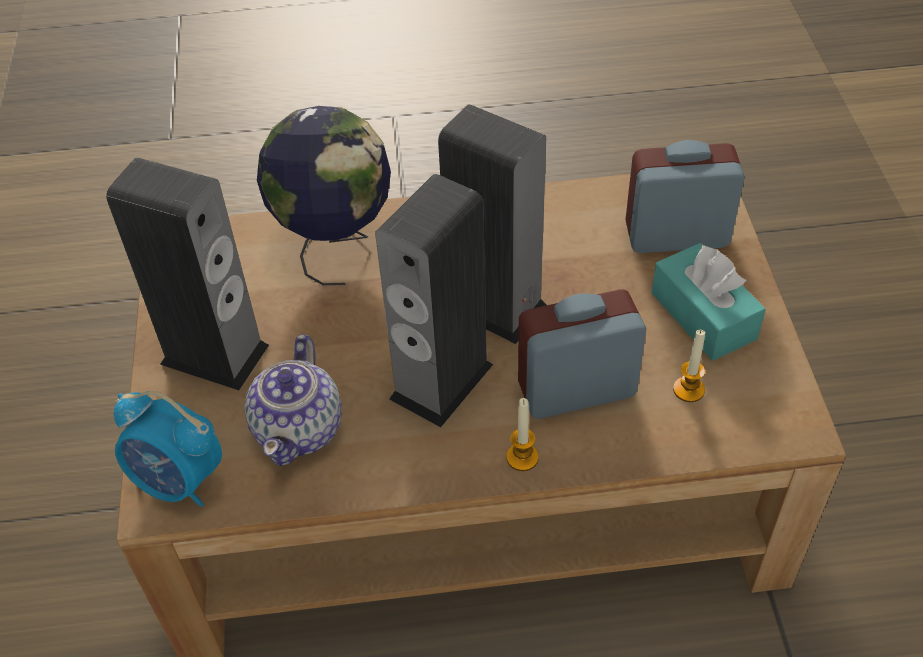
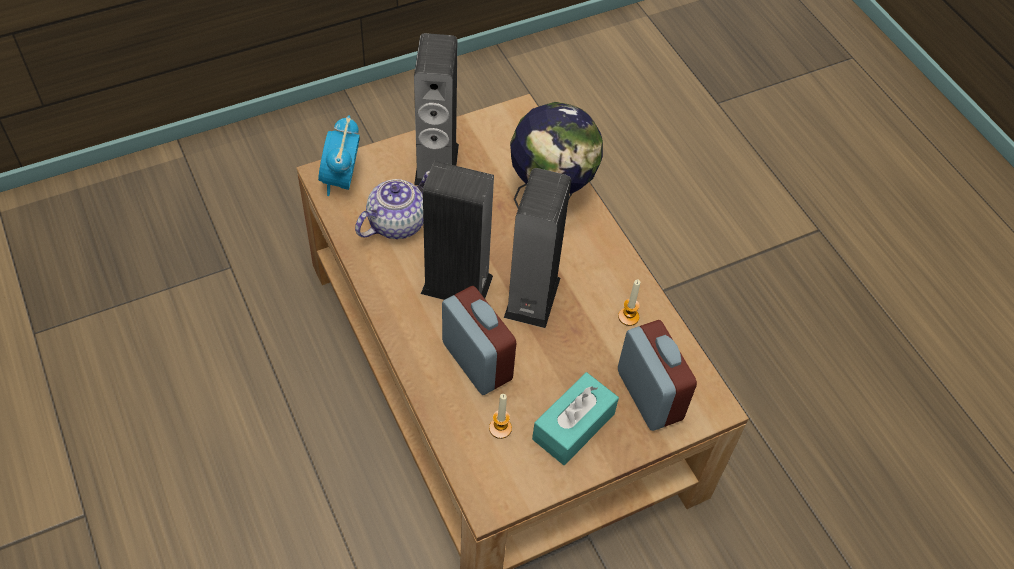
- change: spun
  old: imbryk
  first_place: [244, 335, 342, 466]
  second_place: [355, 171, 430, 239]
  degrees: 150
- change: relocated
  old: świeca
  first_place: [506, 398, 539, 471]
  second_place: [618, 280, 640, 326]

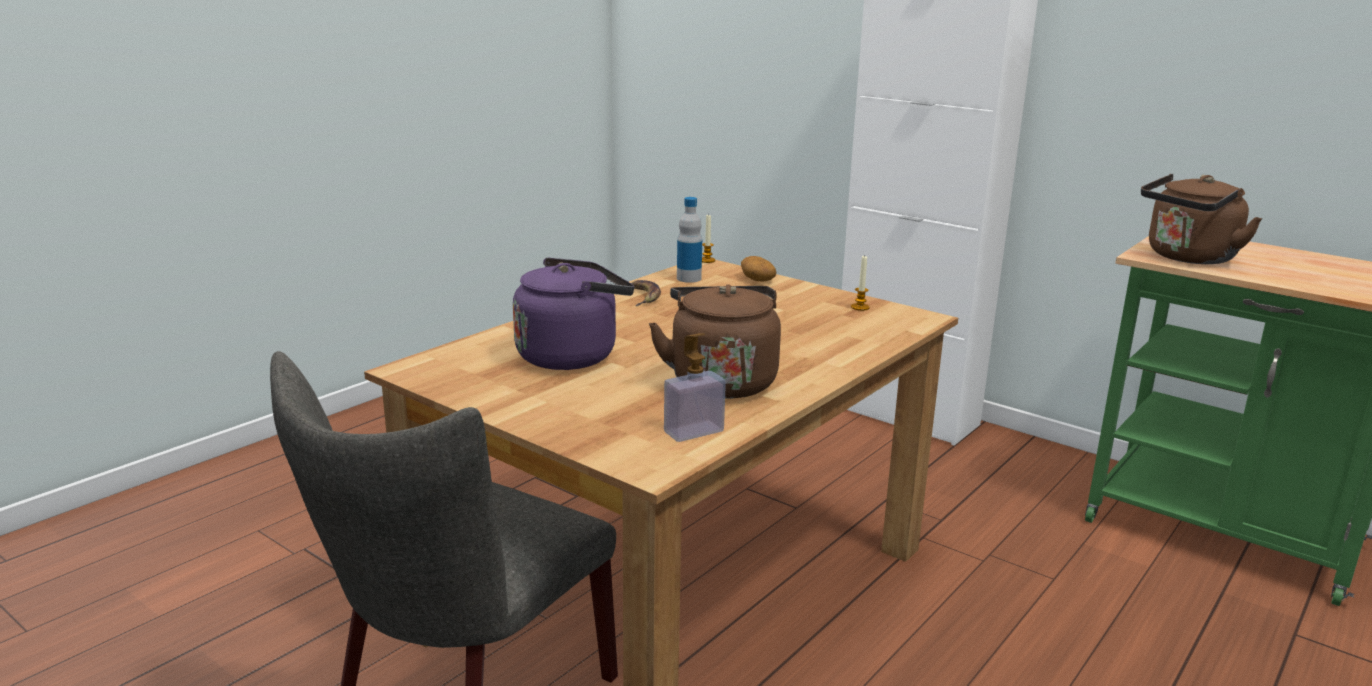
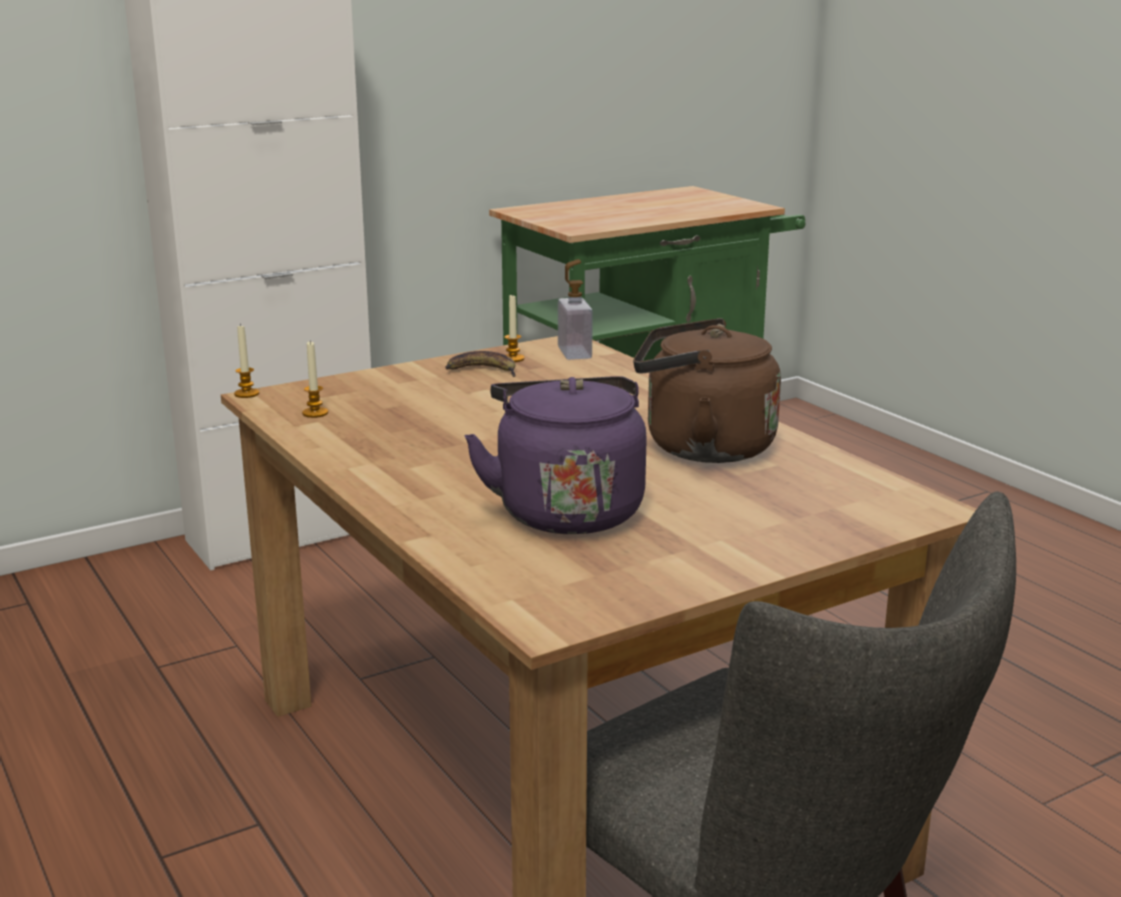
- change: missing
  old: czajnik (brązowy)
  first_place: [1141, 174, 1262, 264]
- change: exchanged
  old: butelka
  new: świeca
  first_place: [677, 197, 702, 283]
  second_place: [302, 340, 328, 418]
- change: missing
  old: ziemniak
  first_place: [741, 256, 776, 282]
- change: relocated
  old: banan
  first_place: [631, 280, 661, 306]
  second_place: [445, 351, 516, 377]
- change: relocated
  old: dozownik mydła
  first_place: [664, 333, 726, 442]
  second_place: [558, 259, 593, 360]

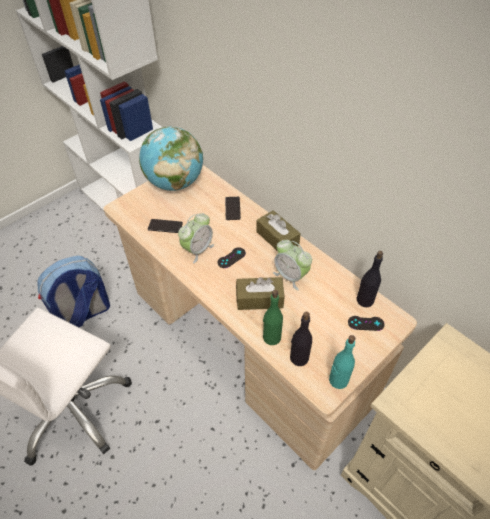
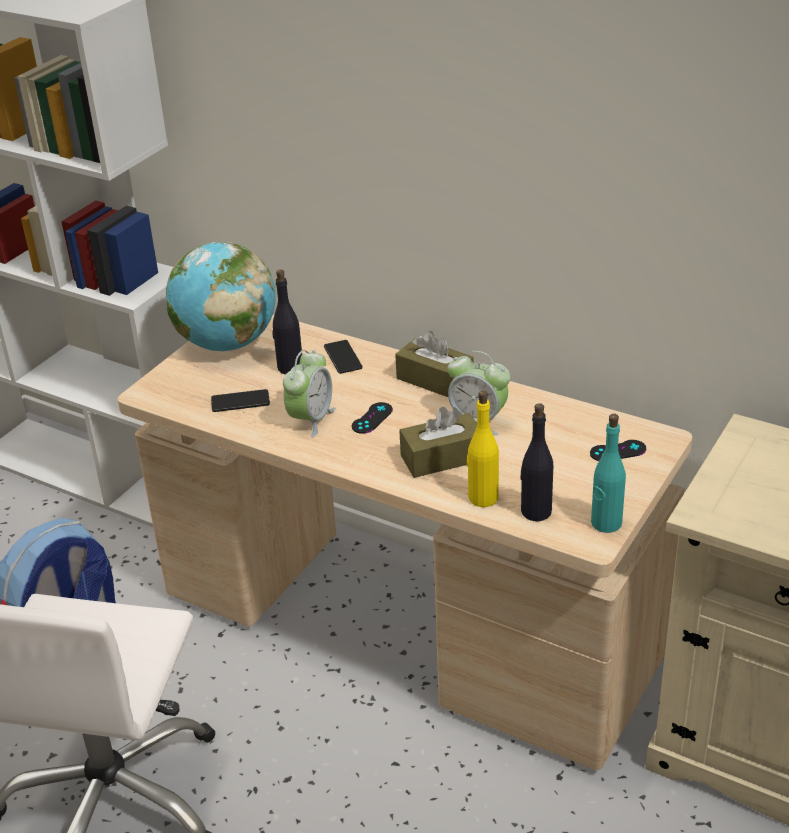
- change: relocated
  old: butelka (czarny)
  first_place: [356, 251, 383, 307]
  second_place: [273, 269, 302, 374]
- change: colour
  old: butelka (zielony)
  new: butelka (żółty)
  first_place: [263, 290, 283, 345]
  second_place: [467, 391, 499, 507]

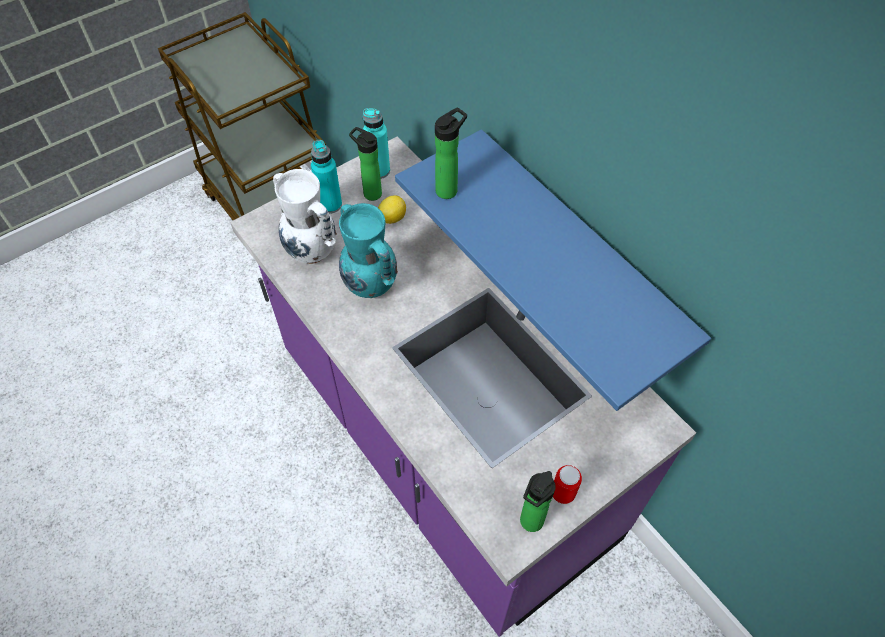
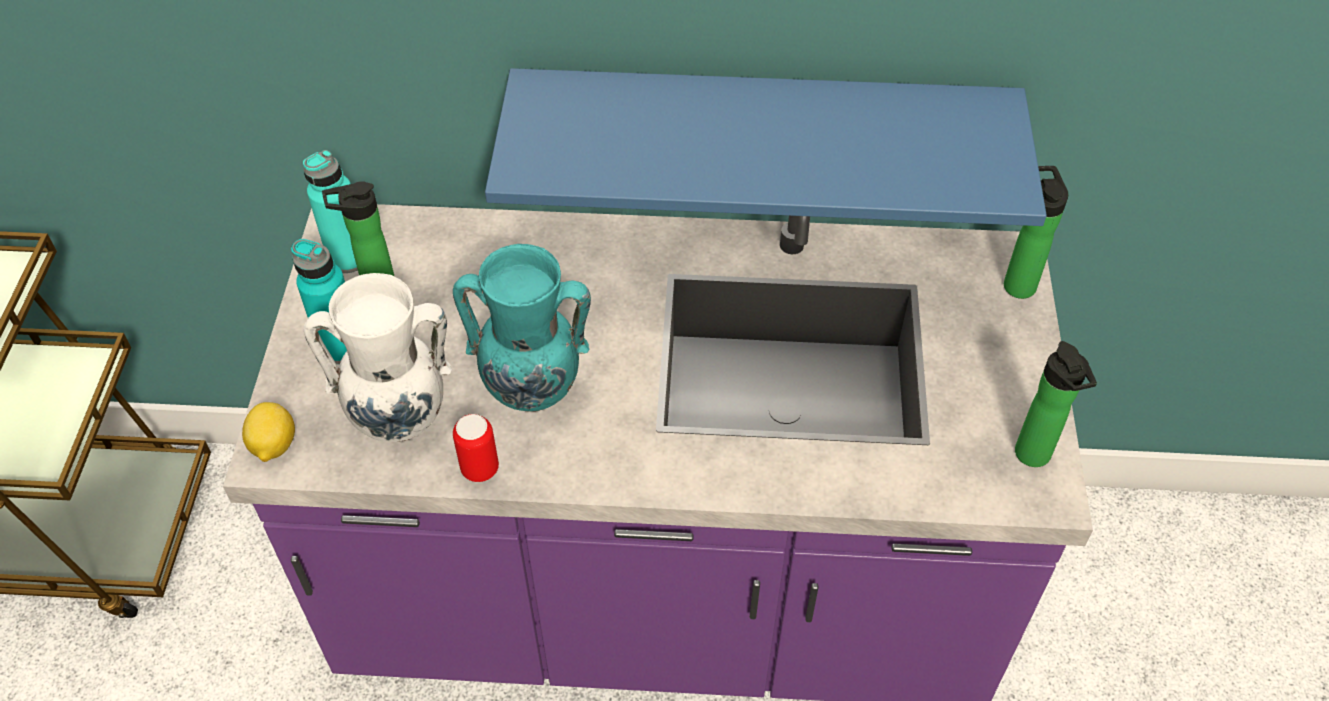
- change: relocated
  old: butelka
  first_place: [435, 107, 467, 199]
  second_place: [1004, 166, 1068, 299]
- change: relocated
  old: cytryna
  first_place: [378, 195, 406, 224]
  second_place: [242, 402, 295, 462]
- change: relocated
  old: puszka
  first_place: [553, 465, 582, 504]
  second_place: [453, 414, 499, 482]

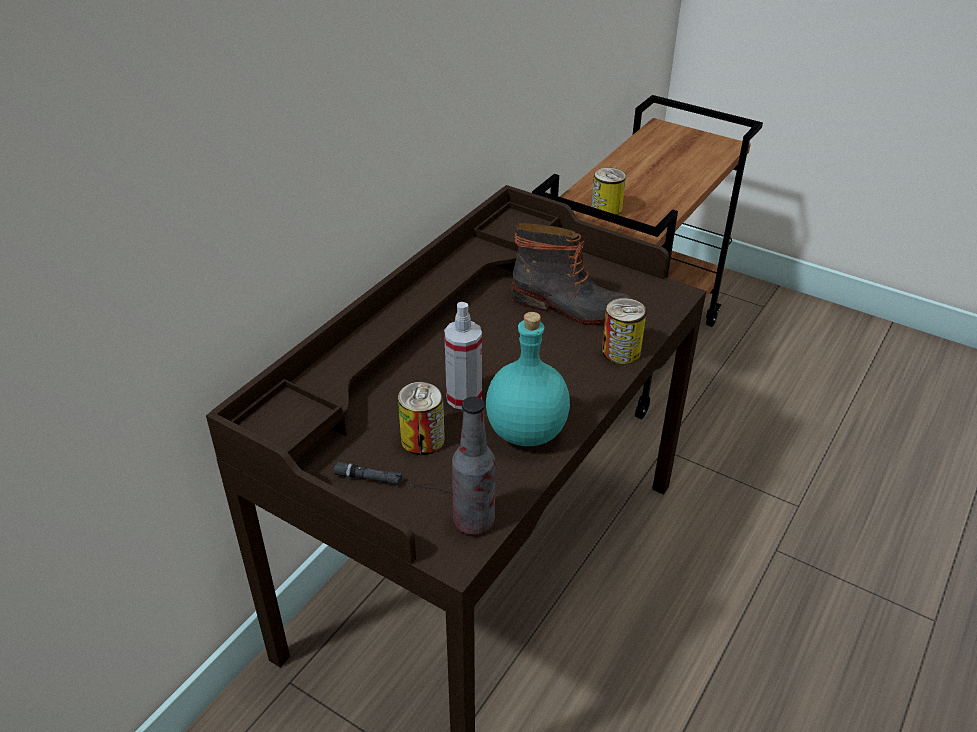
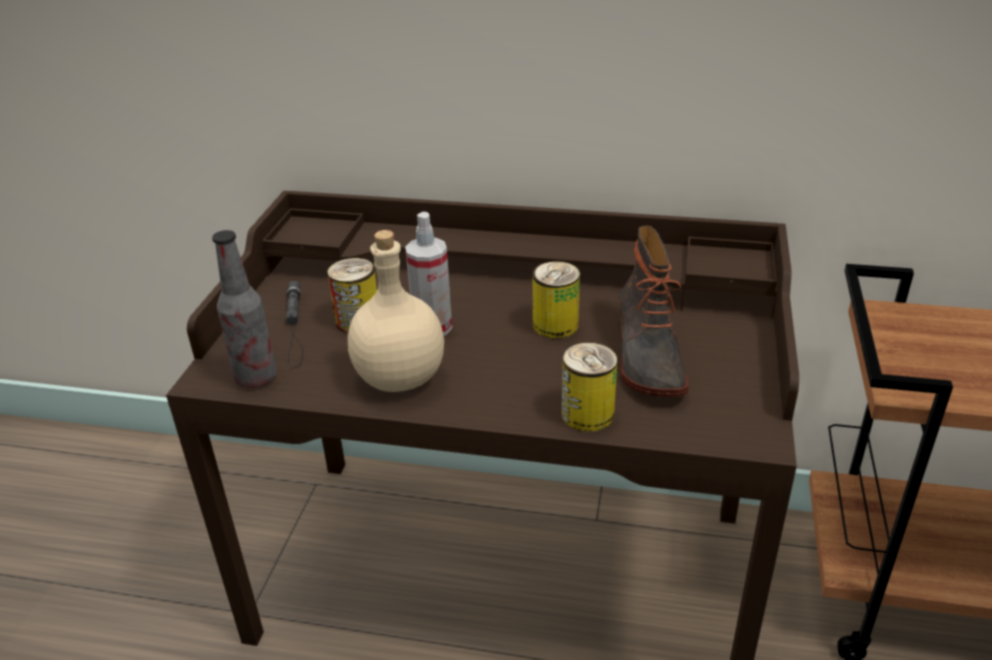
- change: relocated
  old: puszka
  first_place: [591, 167, 626, 219]
  second_place: [533, 261, 580, 339]
- change: colour
  old: butelka (turkusowy)
  new: butelka (beżowy)
  first_place: [486, 312, 570, 446]
  second_place: [348, 230, 444, 392]

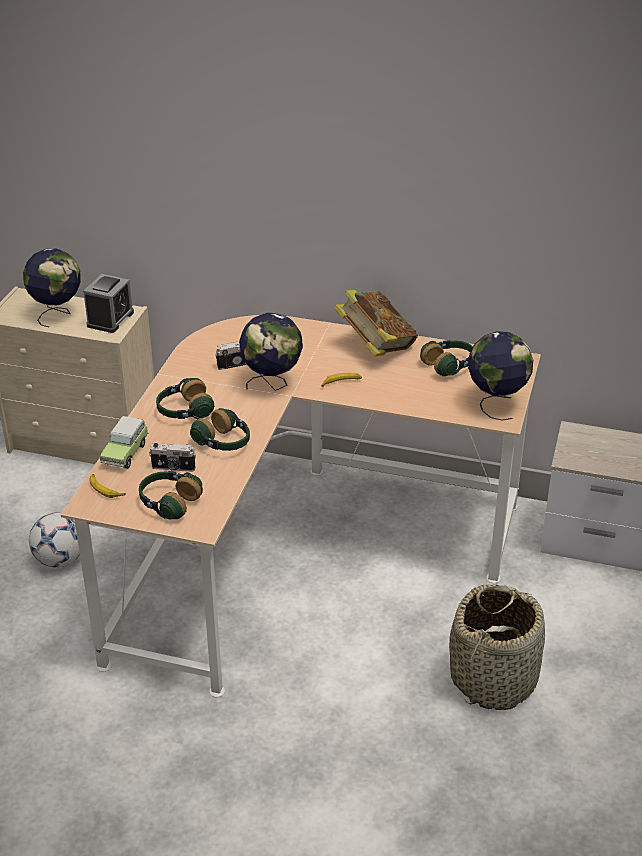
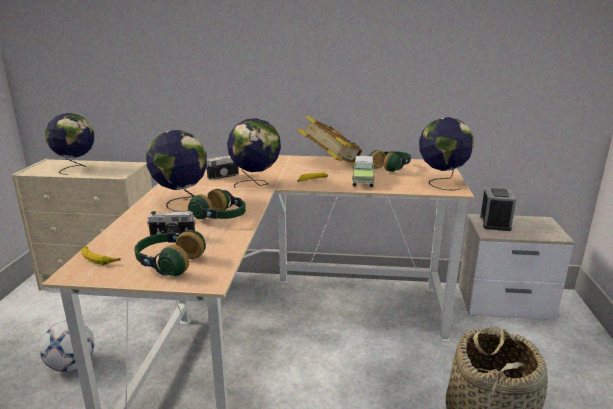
- change: relocated
  old: budzik
  first_place: [83, 274, 134, 333]
  second_place: [480, 188, 516, 231]
- change: exchanged
  old: słuchawki
  new: globus
  first_place: [156, 378, 214, 419]
  second_place: [146, 130, 207, 212]
- change: relocated
  old: samochodzik
  first_place: [99, 416, 149, 469]
  second_place: [352, 156, 376, 187]

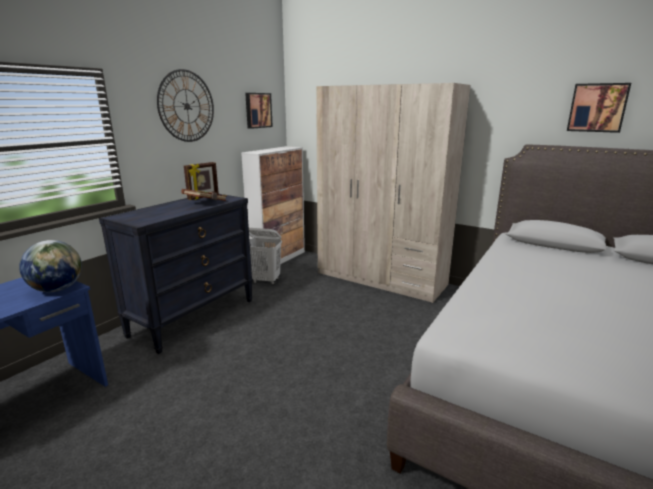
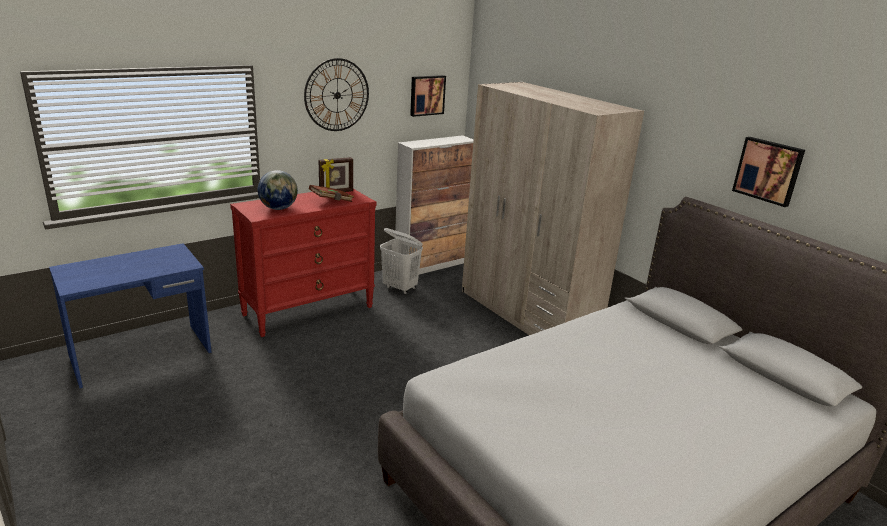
- change: colour
  old: komoda (czarny)
  new: komoda (czerwony)
  first_place: [99, 194, 253, 354]
  second_place: [230, 189, 376, 337]
- change: relocated
  old: globus
  first_place: [19, 240, 82, 292]
  second_place: [258, 170, 298, 210]

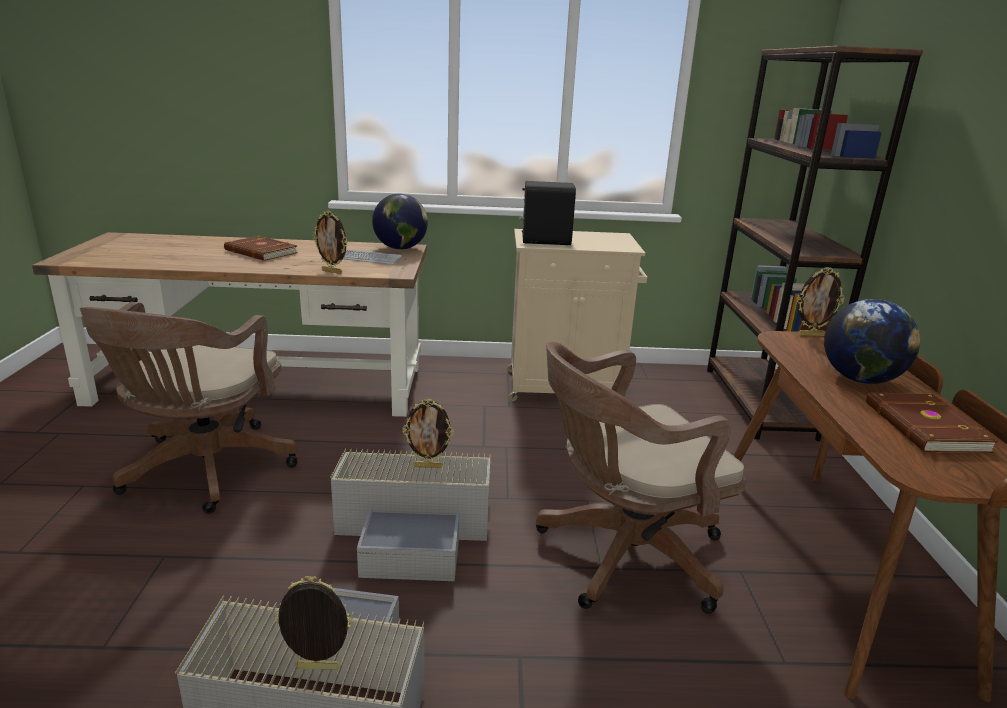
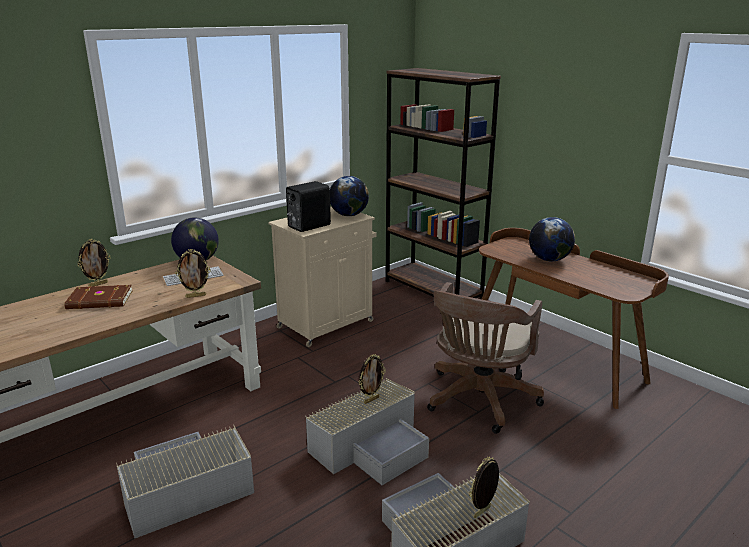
- change: relocated
  old: ramka na zdjęcie
  first_place: [797, 267, 845, 336]
  second_place: [77, 239, 111, 287]
- change: exchanged
  old: krzesło biurowe (brązowy)
  new: pojemnik do przechowywania (szary)
  first_place: [80, 302, 297, 514]
  second_place: [116, 425, 254, 538]
- change: missing
  old: książka (brązowy)
  first_place: [866, 393, 998, 453]
- change: appeared
  new: globus
  second_place: [330, 176, 369, 216]

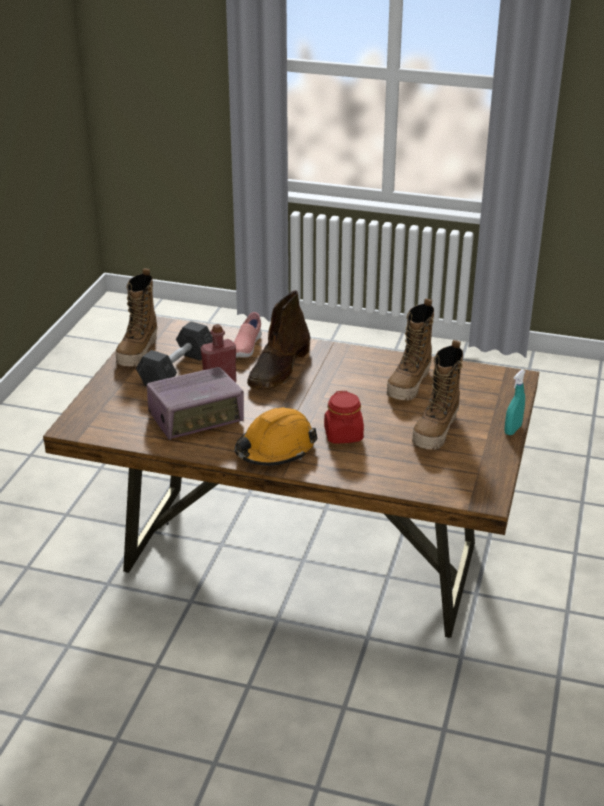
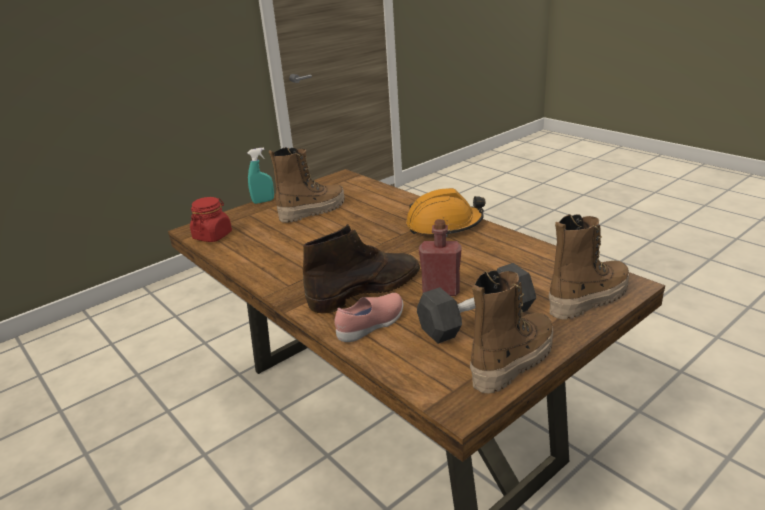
- change: relocated
  old: but z cholewką
  first_place: [387, 298, 434, 400]
  second_place: [549, 214, 629, 320]
- change: missing
  old: radio
  first_place: [147, 367, 244, 440]
- change: relocated
  old: słoik (czerwony)
  first_place: [324, 391, 364, 443]
  second_place: [190, 197, 232, 242]

